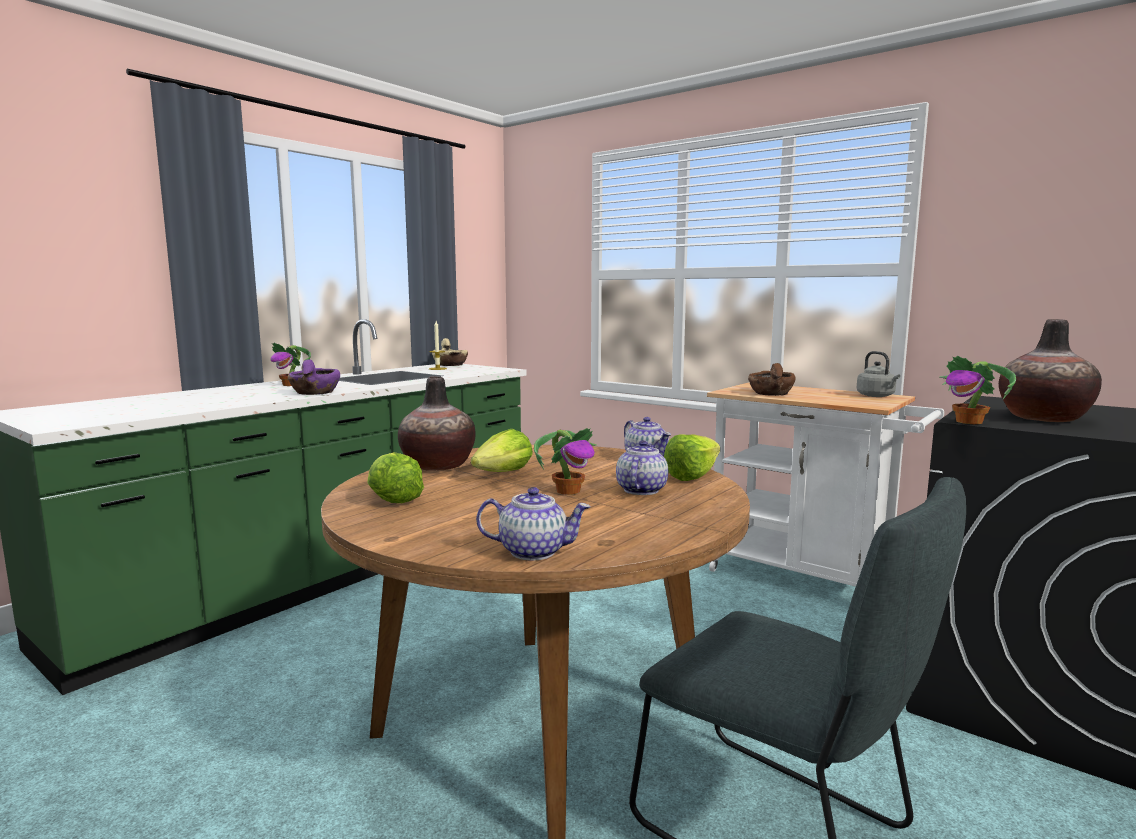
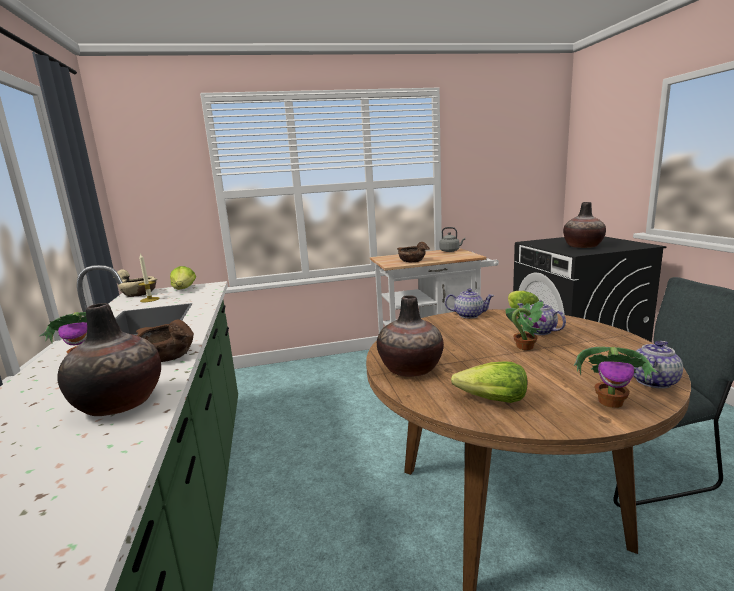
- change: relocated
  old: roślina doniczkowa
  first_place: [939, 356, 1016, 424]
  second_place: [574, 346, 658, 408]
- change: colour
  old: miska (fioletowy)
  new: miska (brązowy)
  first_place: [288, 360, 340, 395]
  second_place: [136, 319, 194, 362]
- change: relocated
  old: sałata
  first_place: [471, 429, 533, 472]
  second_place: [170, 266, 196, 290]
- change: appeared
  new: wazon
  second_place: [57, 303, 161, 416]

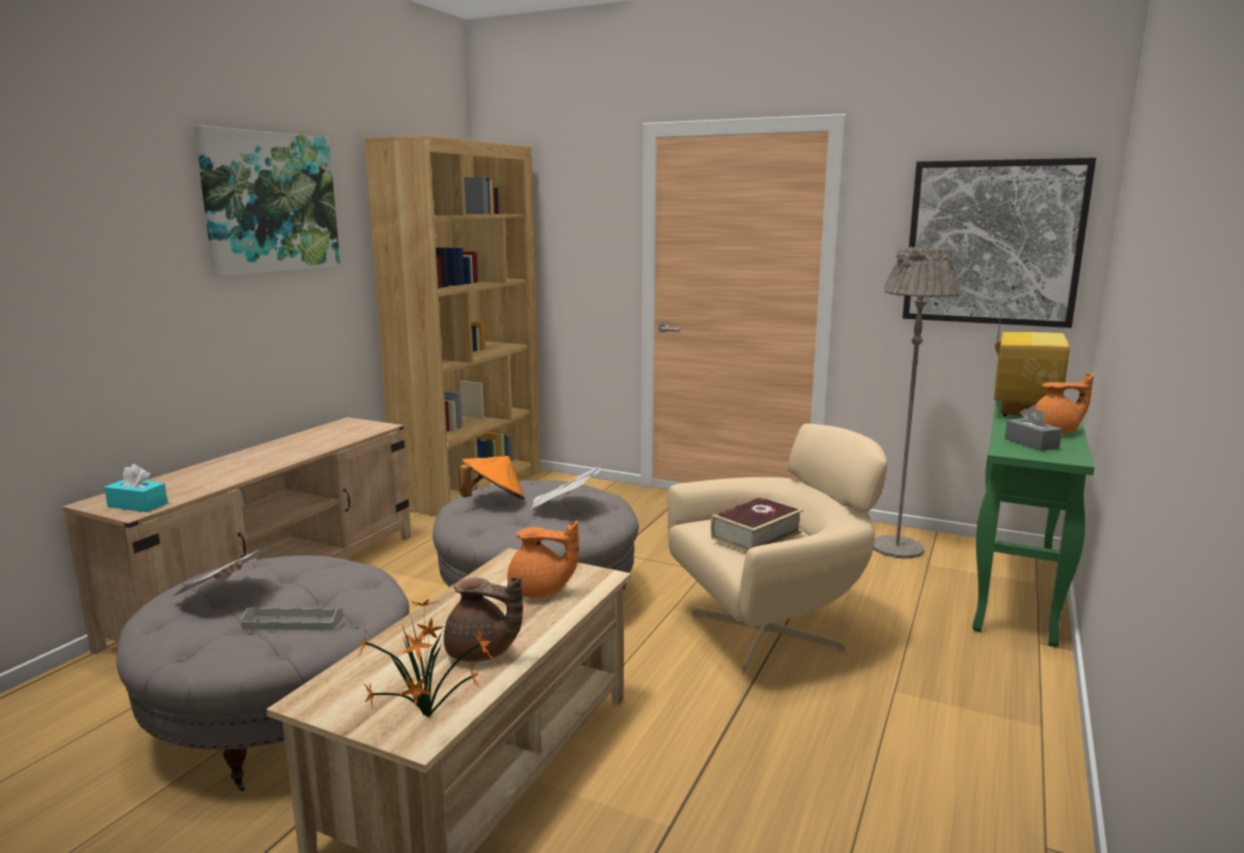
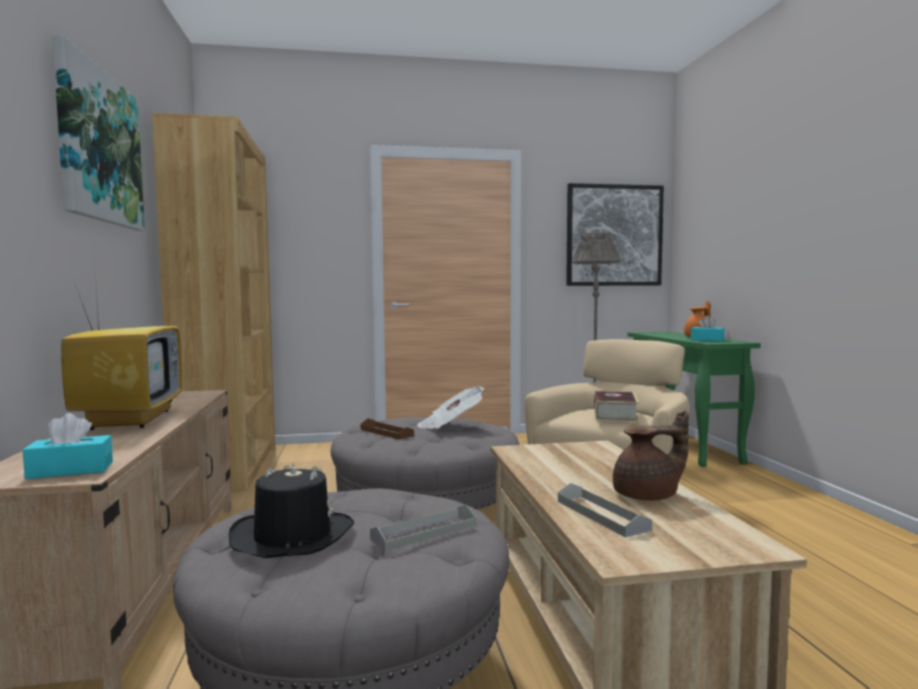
- change: relocated
  old: telewizor
  first_place: [994, 284, 1070, 416]
  second_place: [61, 272, 182, 430]
- change: colour
  old: pudełko chusteczek (szary)
  new: pudełko chusteczek (turkusowy)
  first_place: [1005, 405, 1062, 451]
  second_place: [691, 316, 725, 342]
- change: exchanged
  old: kapelusz (pomarańczowy)
  new: taca (brązowy)
  first_place: [459, 456, 525, 500]
  second_place: [361, 418, 414, 440]
- change: missing
  old: imbryk (pomarańczowy)
  first_place: [507, 521, 579, 598]
- change: exchanged
  old: gazeta
  new: kapelusz (czarny)
  first_place: [172, 546, 271, 597]
  second_place: [229, 463, 354, 558]
- change: missing
  old: roślina doniczkowa
  first_place: [358, 599, 495, 718]
- change: appeared
  new: taca (szary)
  second_place: [558, 483, 652, 538]

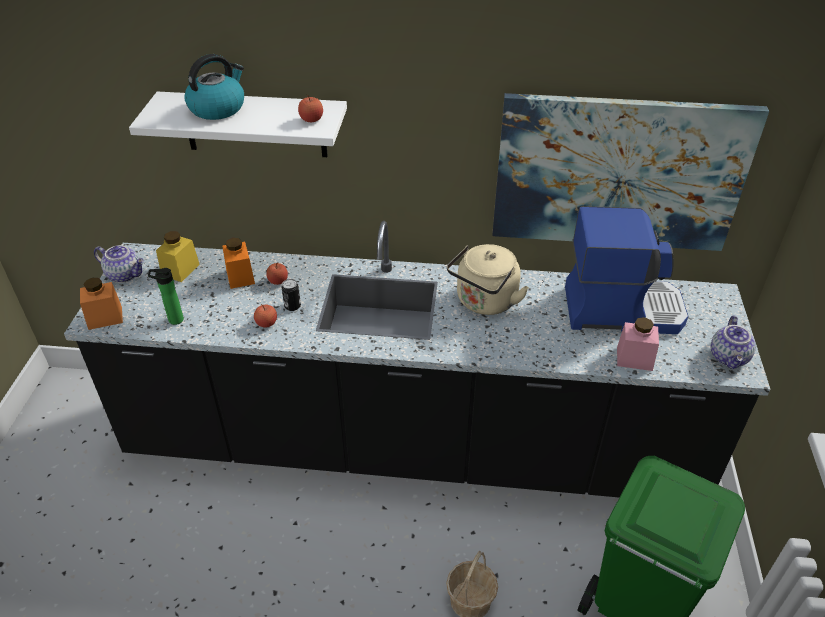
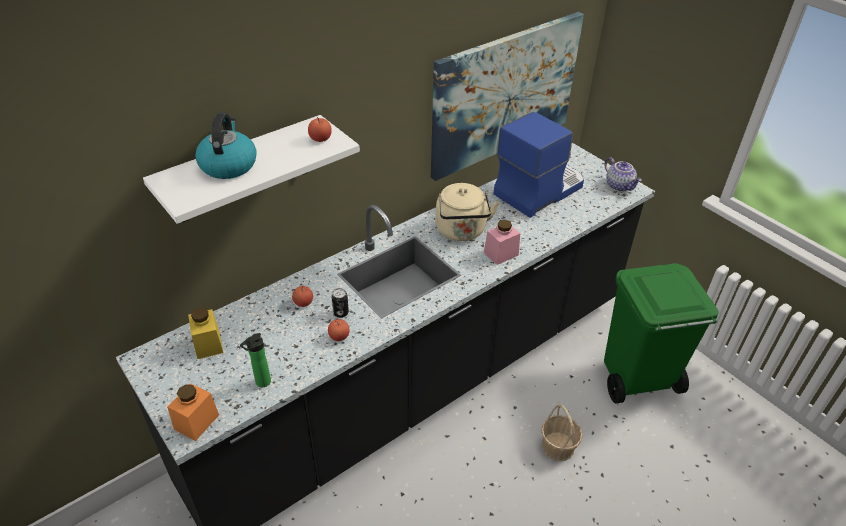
- change: missing
  old: słoik (pomarańczowy)
  first_place: [222, 238, 255, 289]
- change: missing
  old: imbryk
  first_place: [94, 245, 144, 283]
- change: relocated
  old: słoik (różowy)
  first_place: [617, 317, 659, 371]
  second_place: [484, 220, 520, 265]

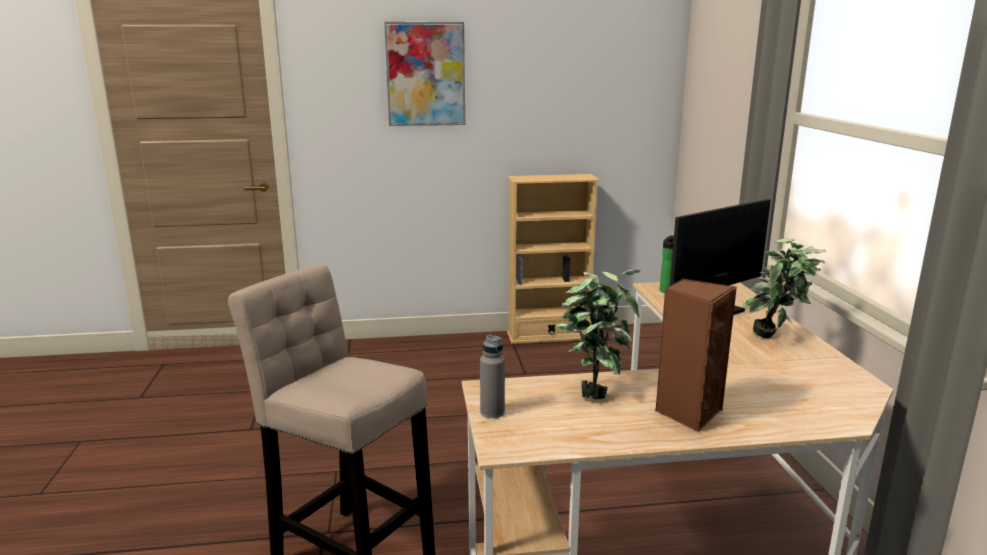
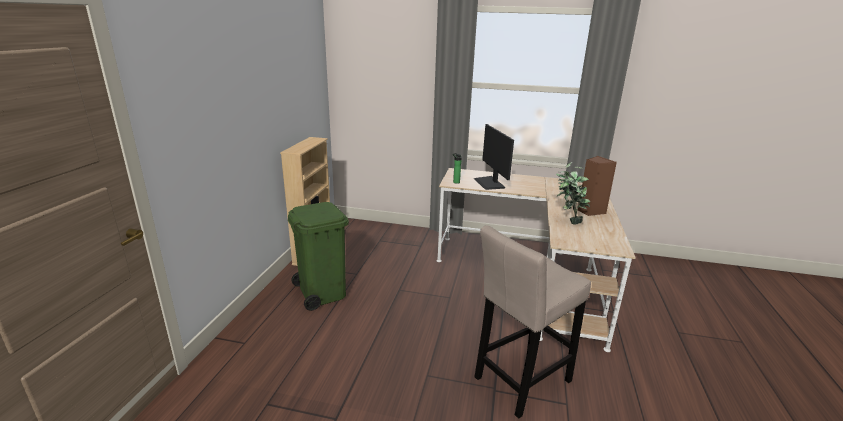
- change: missing
  old: obraz
  first_place: [384, 22, 465, 126]
- change: missing
  old: roślina doniczkowa
  first_place: [743, 238, 827, 338]
- change: missing
  old: butelka (szary)
  first_place: [480, 335, 505, 418]
- change: appeared
  new: kosz na śmieci (zielony)
  second_place: [288, 202, 349, 311]

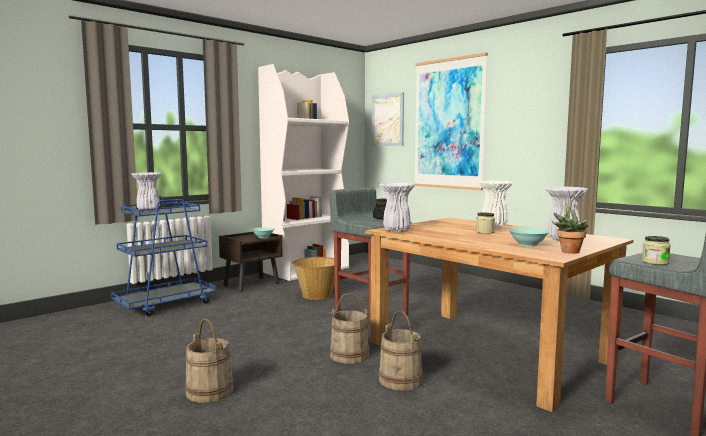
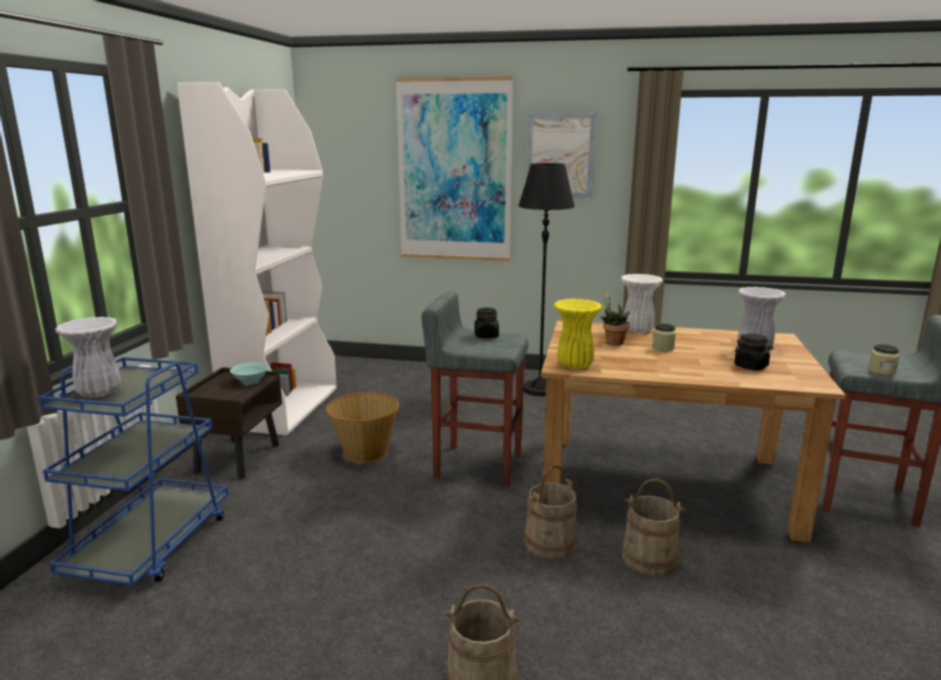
- change: relocated
  old: obraz
  first_place: [372, 92, 404, 146]
  second_place: [526, 112, 597, 198]
- change: colour
  old: wazon (biały)
  new: wazon (żółty)
  first_place: [380, 183, 415, 232]
  second_place: [554, 299, 603, 369]
- change: relocated
  old: roślina doniczkowa
  first_place: [551, 200, 588, 254]
  second_place: [599, 291, 630, 345]
- change: exchanged
  old: miska (turkusowy)
  new: słoik (czarny)
  first_place: [509, 228, 549, 247]
  second_place: [734, 334, 773, 370]
- change: appeared
  new: lampa stojąca (czarny)
  second_place: [518, 163, 575, 396]

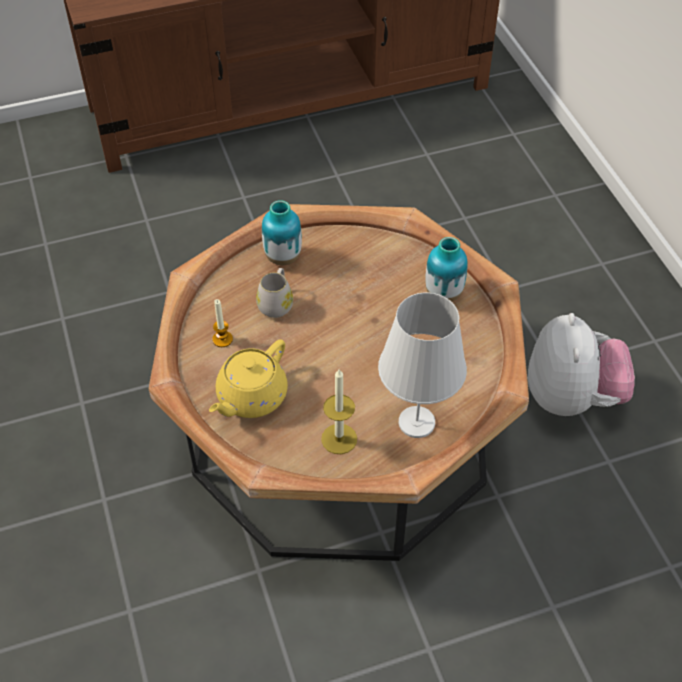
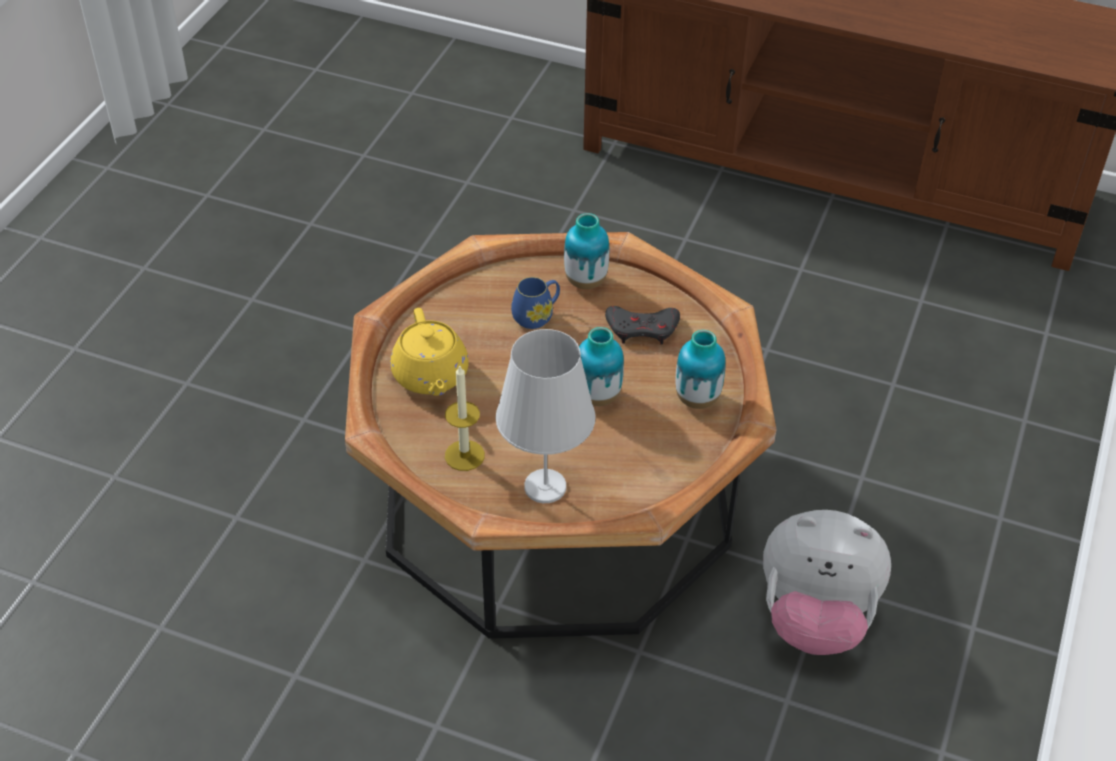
- change: colour
  old: kubek (biały)
  new: kubek (niebieski)
  first_place: [256, 268, 293, 318]
  second_place: [511, 277, 560, 329]
- change: missing
  old: świeca
  first_place: [212, 299, 233, 347]
- change: spun
  old: pluszak
  first_place: [528, 313, 635, 416]
  second_place: [763, 510, 891, 655]
  degrees: 60
- change: spun
  old: imbryk (żółty)
  first_place: [209, 339, 288, 418]
  second_place: [390, 308, 469, 396]
  degrees: -90
- change: appeared
  new: pad do gier (szary)
  second_place: [605, 306, 680, 345]
- change: appeared
  new: wazon
  second_place: [579, 327, 624, 406]

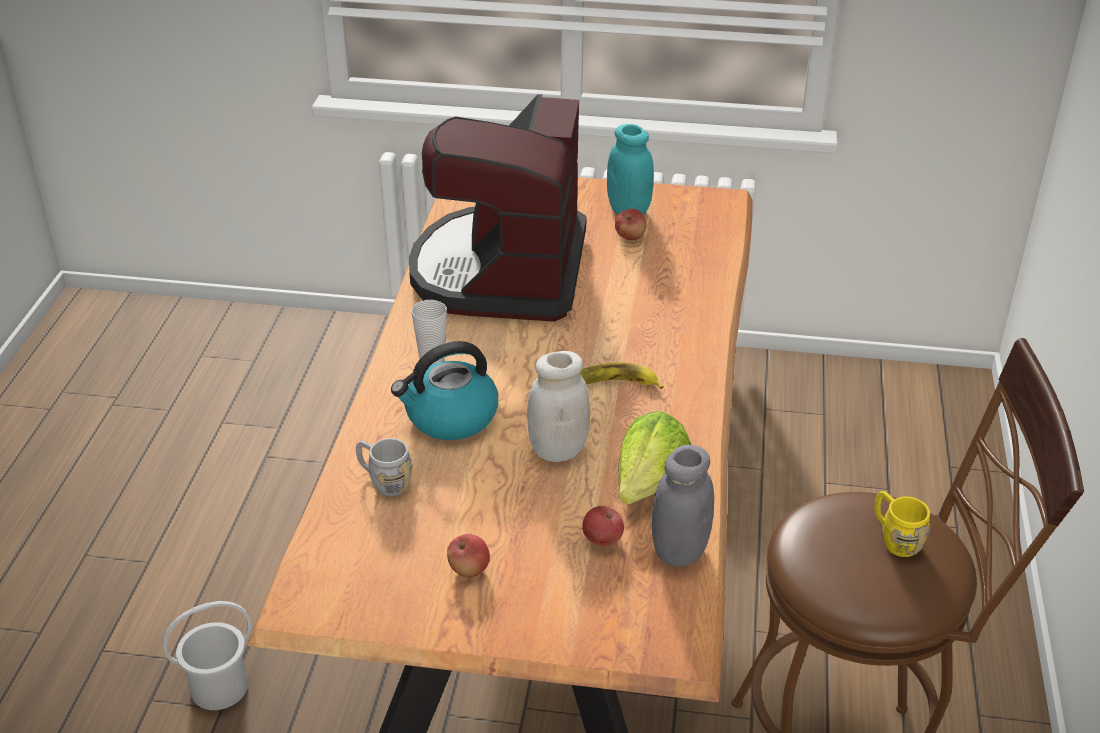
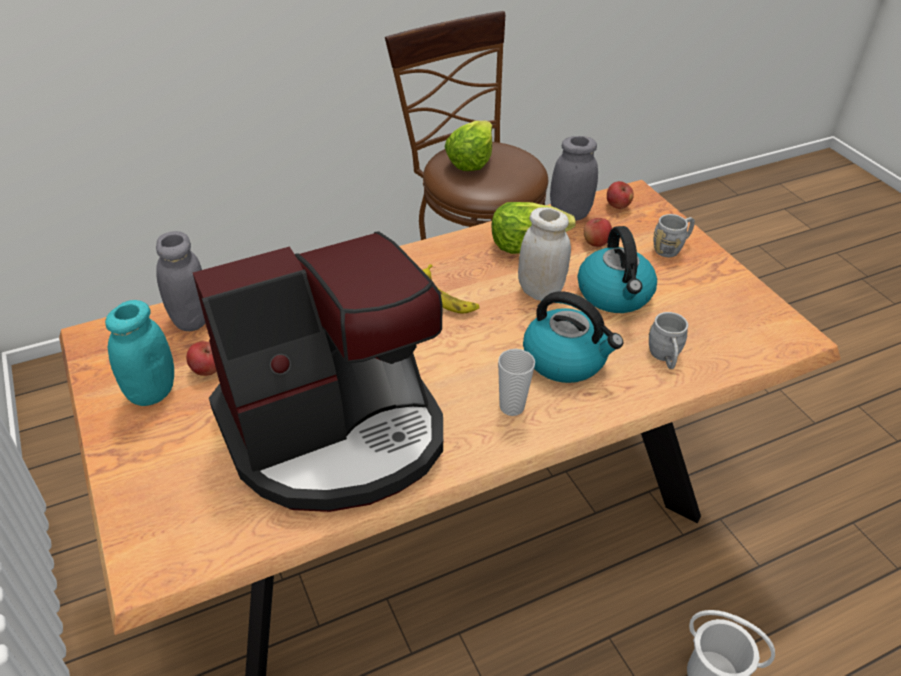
- change: exchanged
  old: kubek (żółty)
  new: sałata
  first_place: [874, 491, 930, 557]
  second_place: [445, 121, 493, 171]
- change: relocated
  old: jabłko
  first_place: [447, 534, 490, 577]
  second_place: [607, 181, 634, 209]
- change: appeared
  new: kubek (szary)
  second_place: [654, 214, 695, 257]
- change: appeared
  new: czajnik
  second_place: [577, 226, 657, 313]
- change: appeared
  new: słoik (szary)
  second_place: [156, 231, 206, 331]

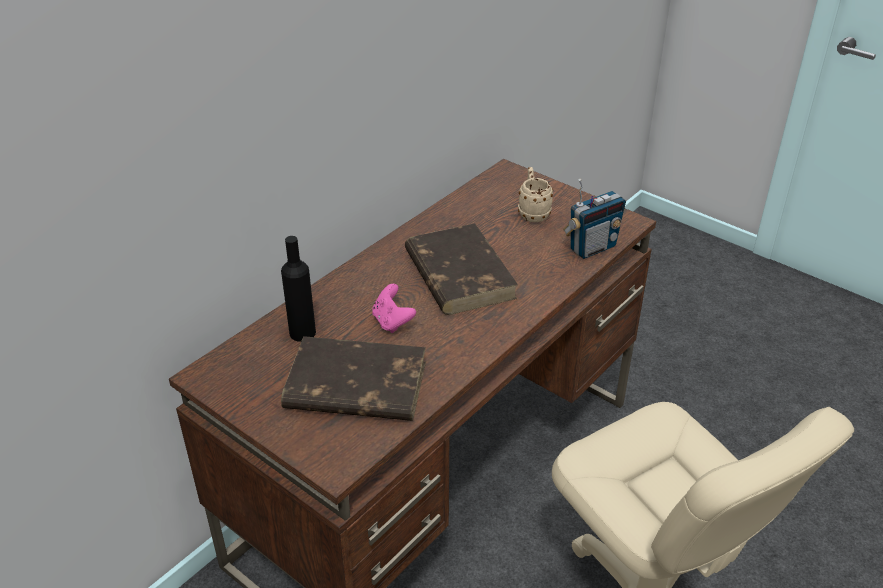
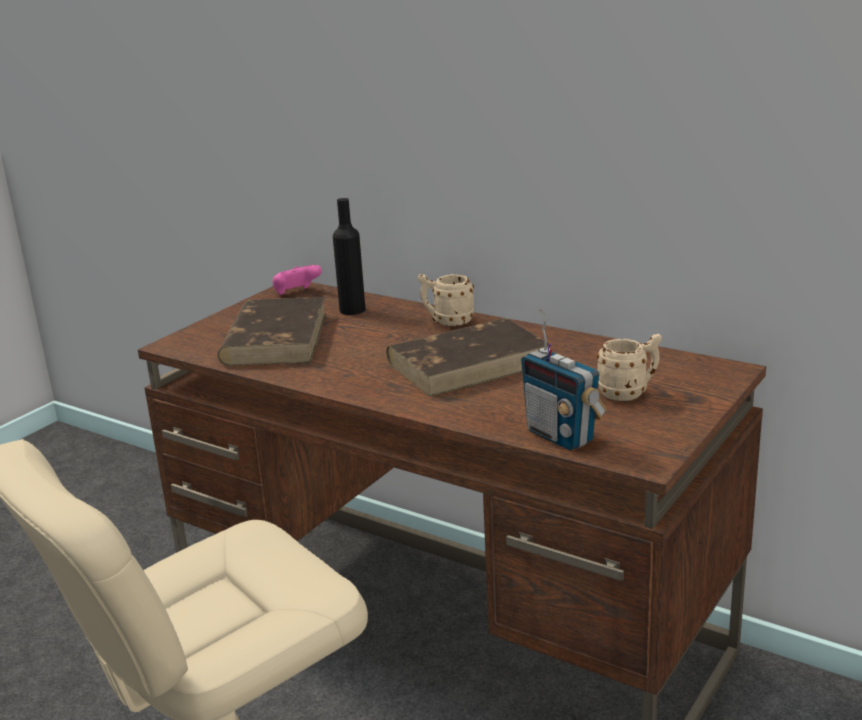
- change: relocated
  old: pad do gier (różowy)
  first_place: [372, 284, 416, 333]
  second_place: [273, 265, 322, 295]
- change: appeared
  new: kubek (beżowy)
  second_place: [418, 274, 474, 326]

